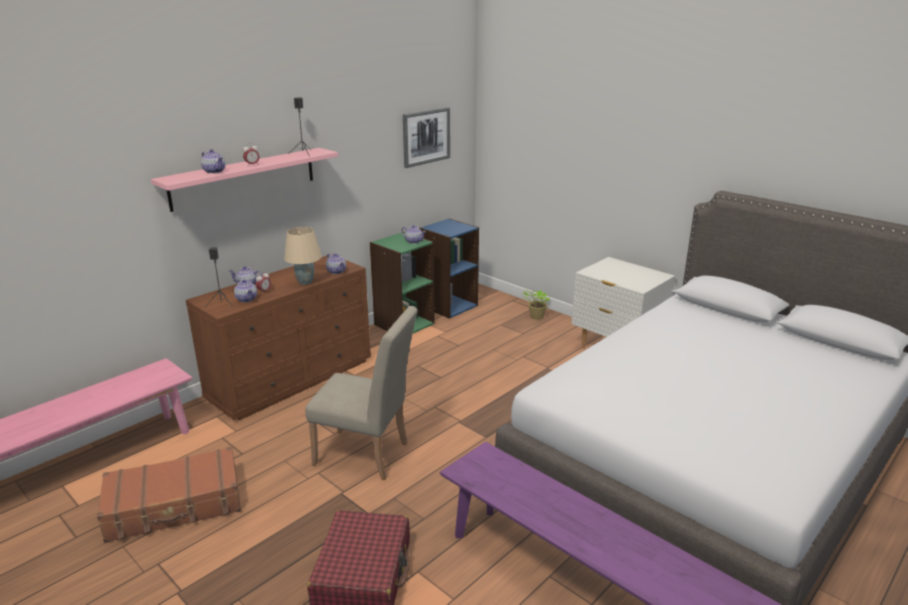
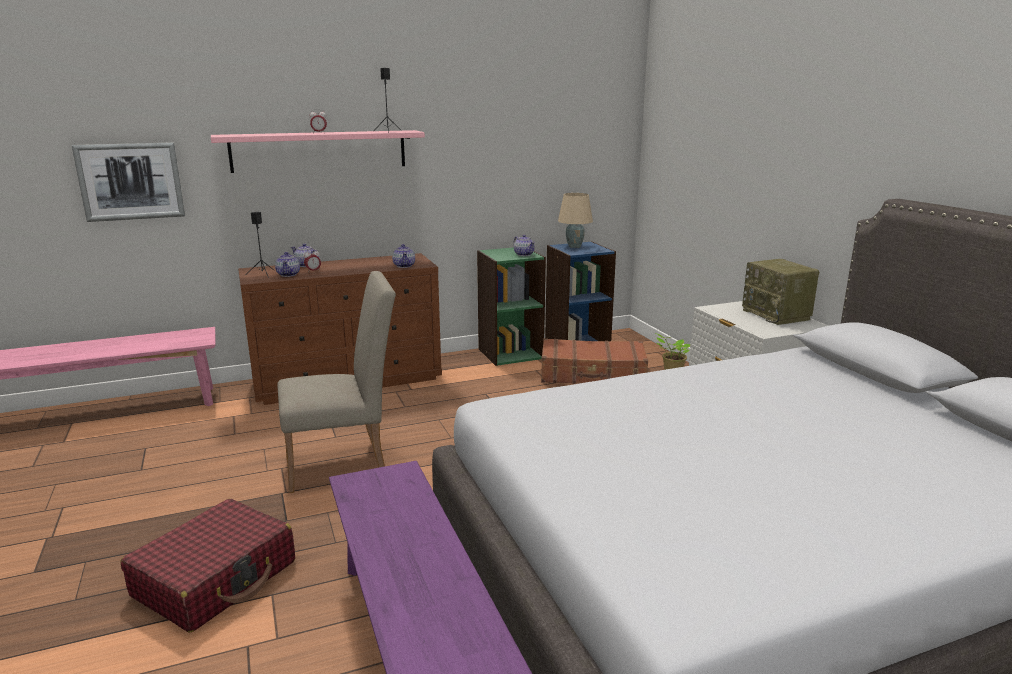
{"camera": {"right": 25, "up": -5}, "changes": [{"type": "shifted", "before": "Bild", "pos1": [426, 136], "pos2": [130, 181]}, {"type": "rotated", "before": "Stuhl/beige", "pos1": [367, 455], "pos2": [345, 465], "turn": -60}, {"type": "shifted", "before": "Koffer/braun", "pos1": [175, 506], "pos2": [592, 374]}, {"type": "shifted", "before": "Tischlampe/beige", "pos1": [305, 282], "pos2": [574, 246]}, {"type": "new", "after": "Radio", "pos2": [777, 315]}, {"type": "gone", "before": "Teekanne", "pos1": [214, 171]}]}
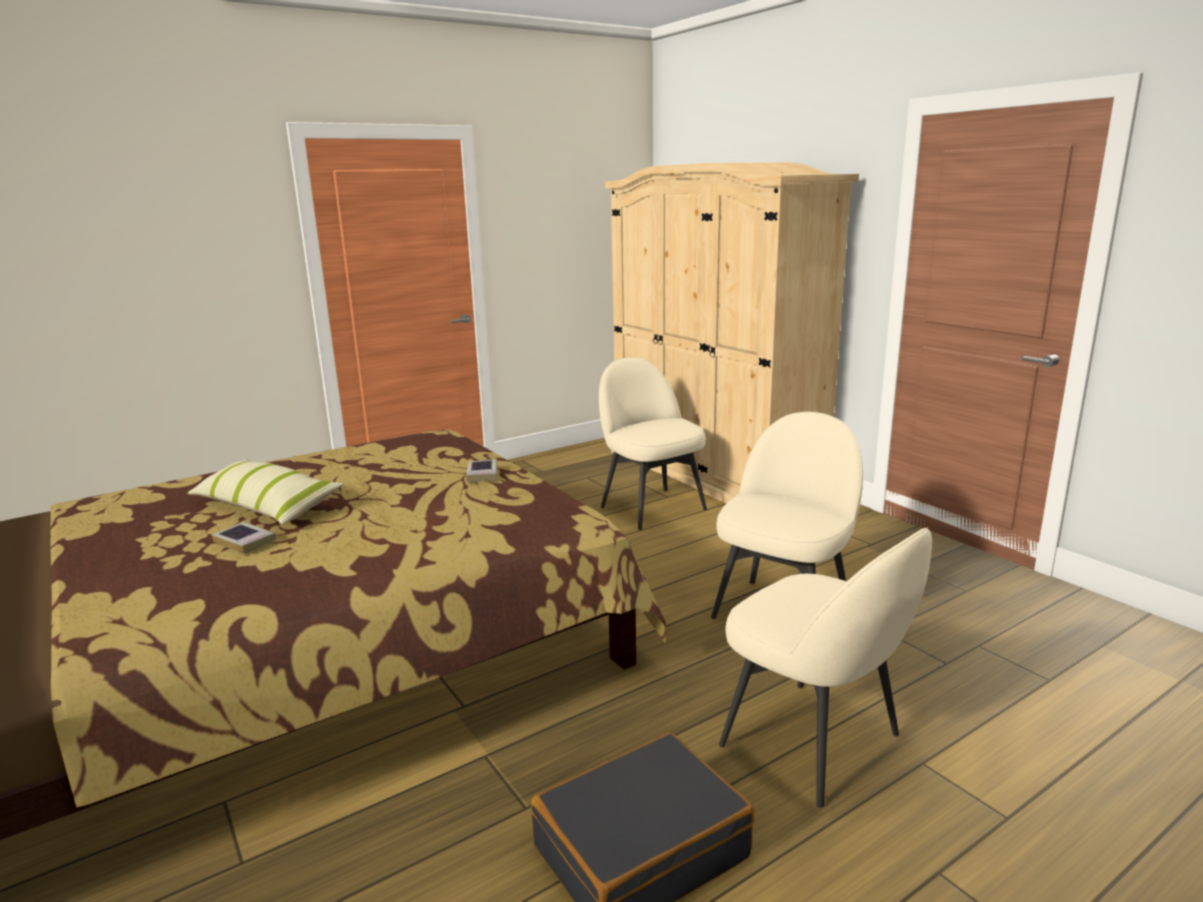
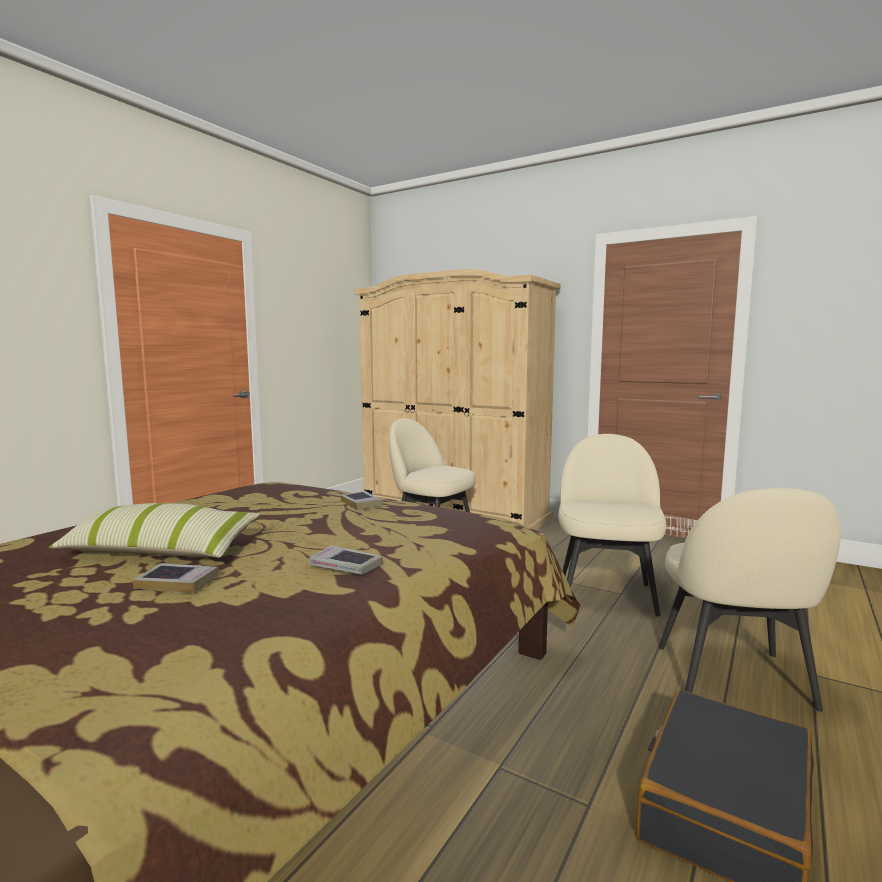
{"camera": {"right": -25, "up": -10}, "changes": [{"type": "new", "after": "Buch", "pos2": [346, 566]}, {"type": "rotated", "before": "Stuhl/beige", "pos1": [814, 742], "pos2": [734, 679], "turn": 75}]}
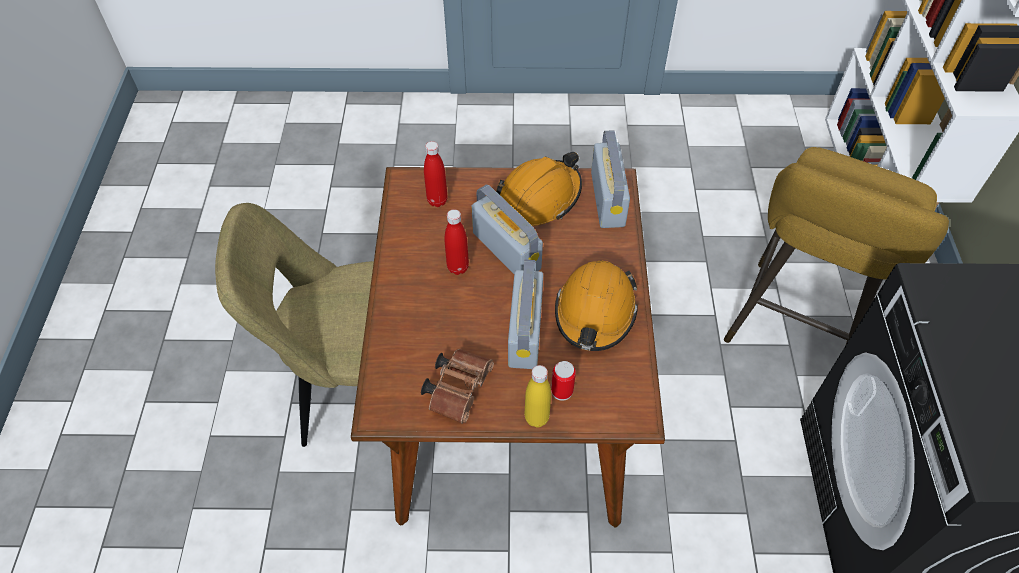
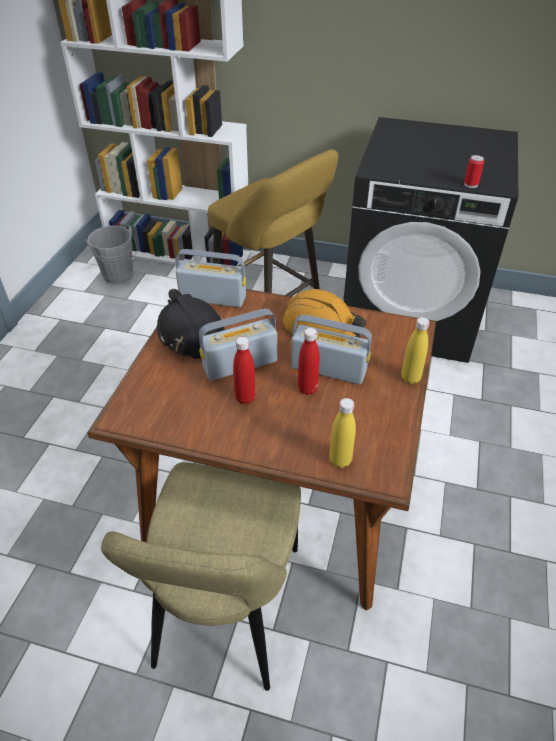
{"camera": {"right": -75, "up": -10}, "changes": [{"type": "new", "after": "Eimer/grau", "pos2": [119, 277]}, {"type": "repainted", "before": "Schutzhelm/orange", "after": "Schutzhelm/schwarz", "pos1": [539, 198], "pos2": [191, 333]}, {"type": "shifted", "before": "Flasche/rot", "pos1": [437, 200], "pos2": [307, 389]}, {"type": "new", "after": "Flasche/gelb", "pos2": [340, 460]}, {"type": "shifted", "before": "Dose", "pos1": [562, 391], "pos2": [471, 184]}, {"type": "gone", "before": "Fernglas/braun", "pos1": [459, 388]}]}
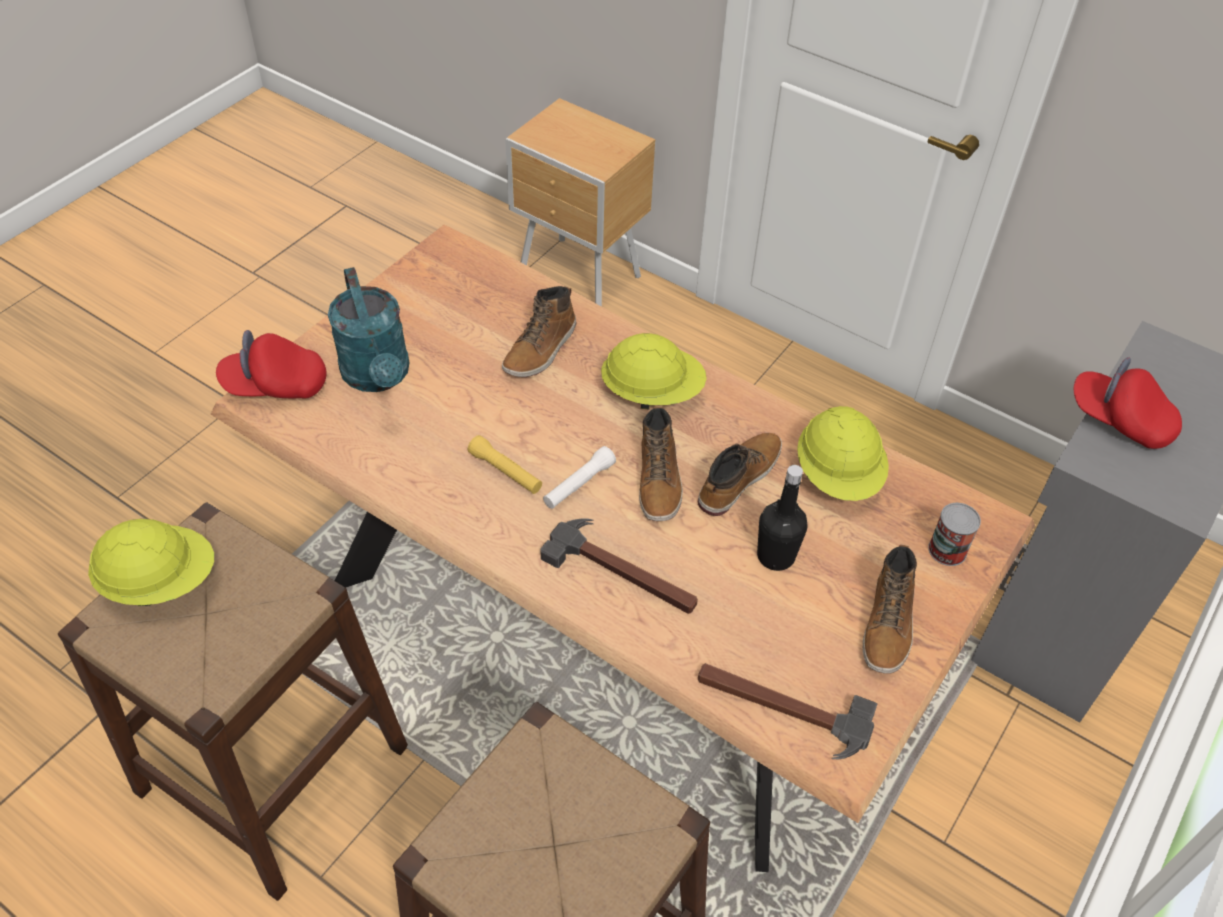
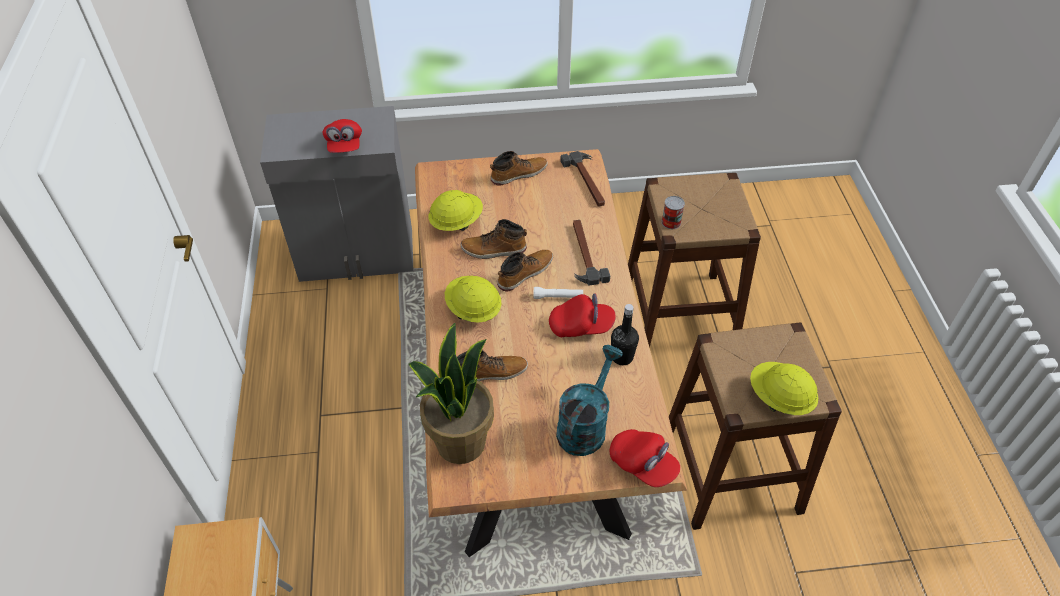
{"camera": {"right": -130, "up": 0}, "changes": [{"type": "new", "after": "Topfpflanze", "pos2": [460, 442]}, {"type": "swapped", "before": "Taschenlampe/gelb", "after": "Kappe/rot", "pos1": [505, 472], "pos2": [581, 326]}, {"type": "shifted", "before": "Flasche/schwarz", "pos1": [775, 556], "pos2": [622, 357]}, {"type": "shifted", "before": "Dose", "pos1": [947, 550], "pos2": [671, 222]}]}
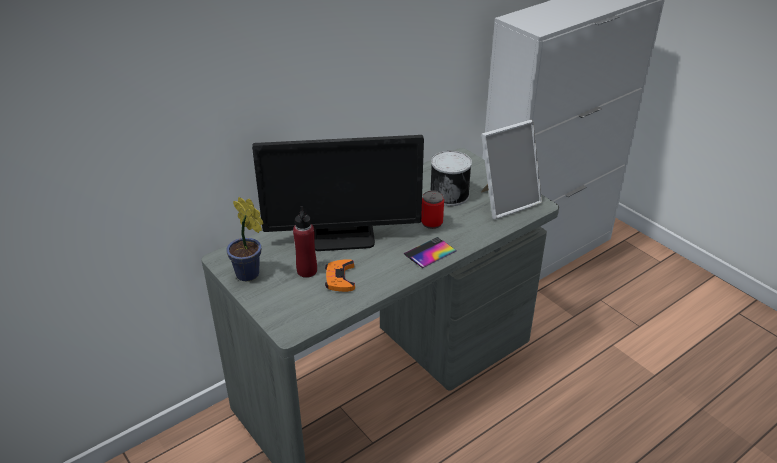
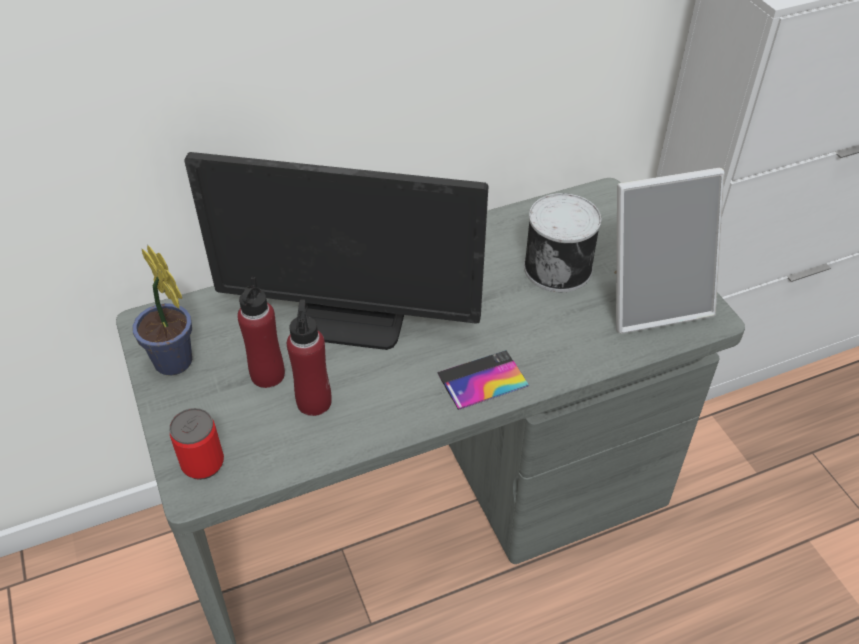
{"camera": {"right": 15, "up": 10}, "changes": [{"type": "shifted", "before": "Dose", "pos1": [432, 223], "pos2": [203, 463]}, {"type": "swapped", "before": "Gamepad/orange", "after": "Flasche/rot", "pos1": [340, 279], "pos2": [314, 401]}]}
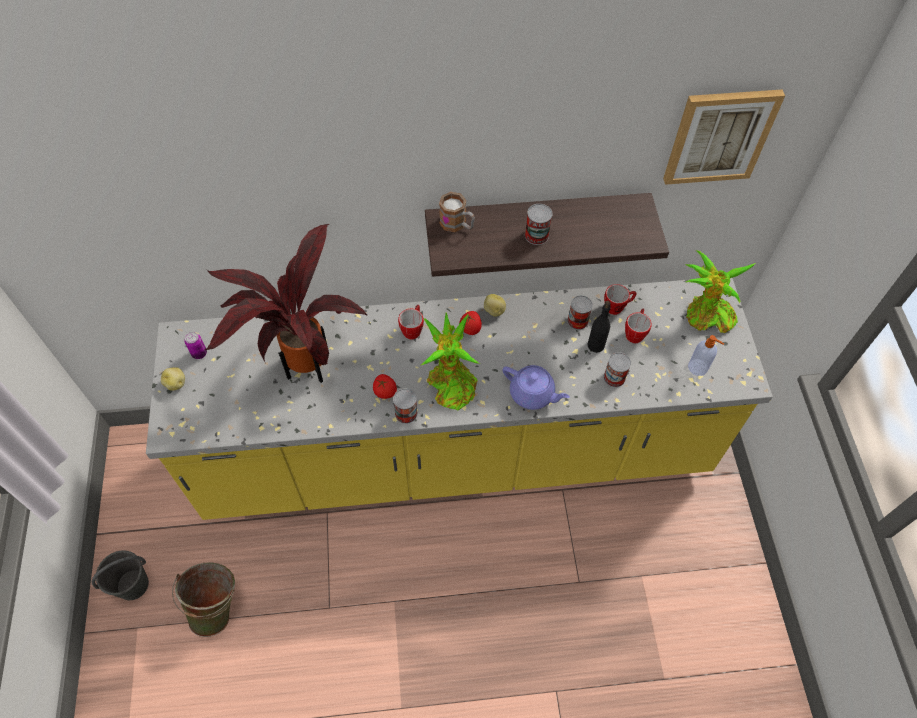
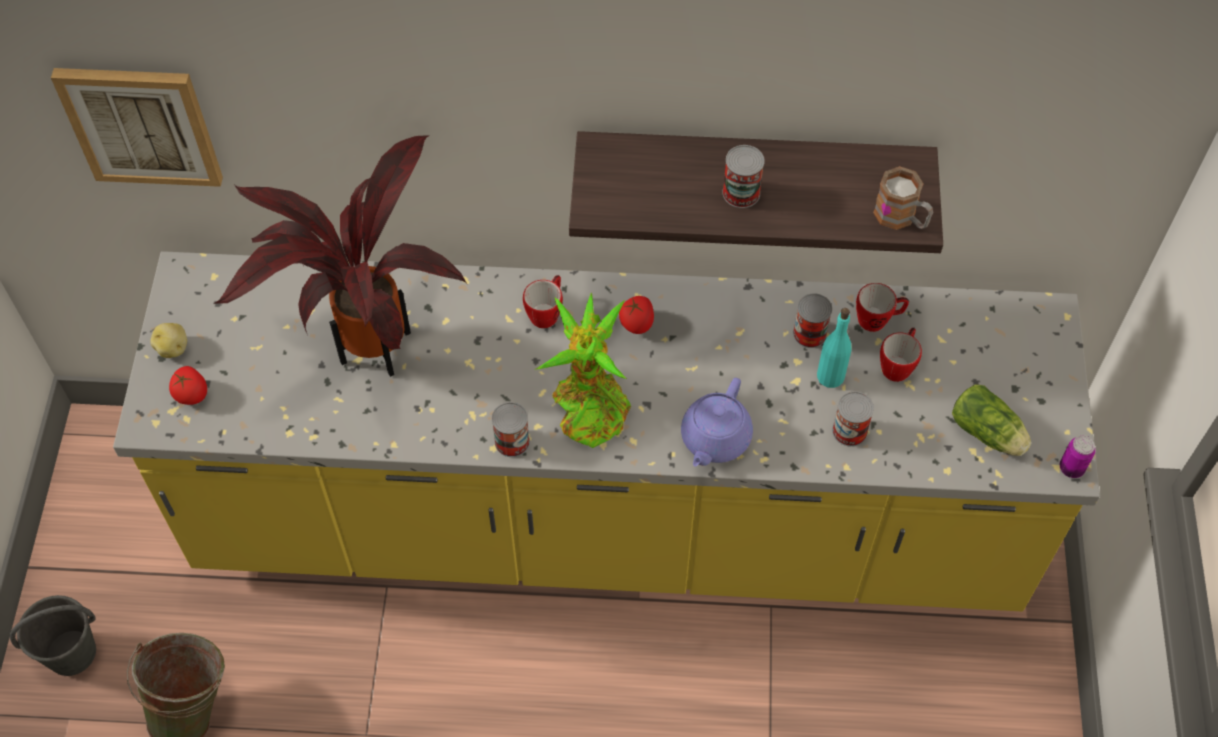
{"camera": {"right": 10, "up": 0}, "changes": [{"type": "shifted", "before": "Bild", "pos1": [719, 136], "pos2": [141, 124]}, {"type": "shifted", "before": "Tomate", "pos1": [385, 391], "pos2": [191, 394]}, {"type": "rotated", "before": "Teekanne/lila", "pos1": [533, 394], "pos2": [714, 439], "turn": 75}, {"type": "repainted", "before": "Flasche/schwarz", "after": "Flasche/türkis", "pos1": [595, 345], "pos2": [830, 376]}, {"type": "shifted", "before": "Henkelbecher", "pos1": [457, 224], "pos2": [901, 218]}, {"type": "swapped", "before": "Seifenspender", "after": "Salatkopf", "pos1": [698, 368], "pos2": [989, 434]}, {"type": "shifted", "before": "Dose", "pos1": [199, 353], "pos2": [1071, 468]}, {"type": "gone", "before": "Kartoffel", "pos1": [494, 311]}, {"type": "gone", "before": "Topfpflanze", "pos1": [706, 317]}]}
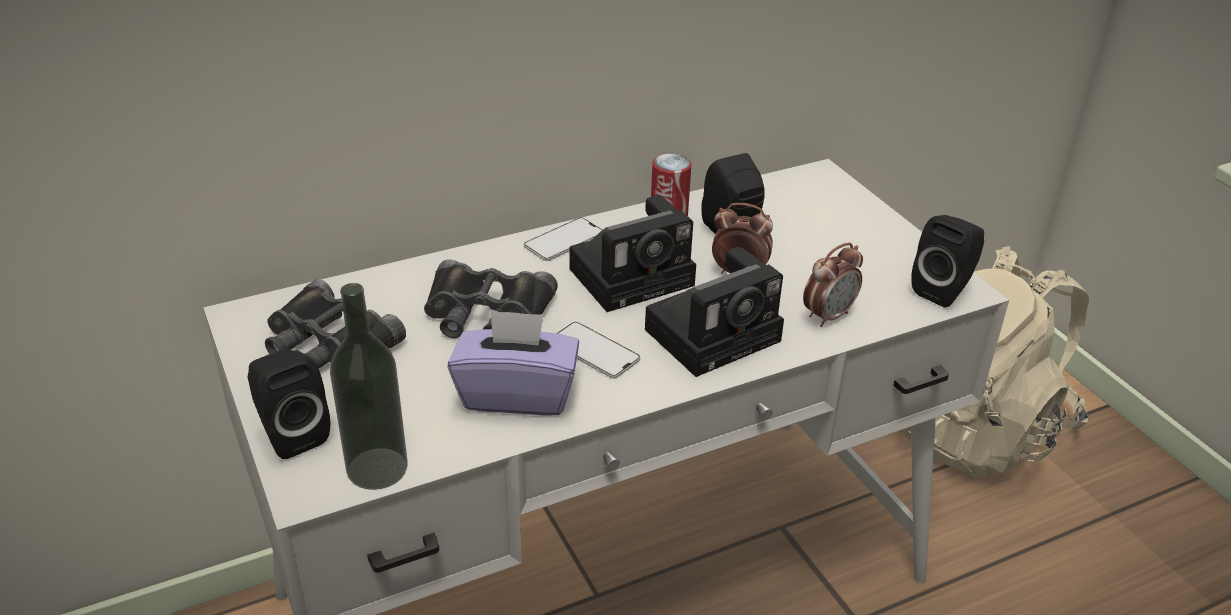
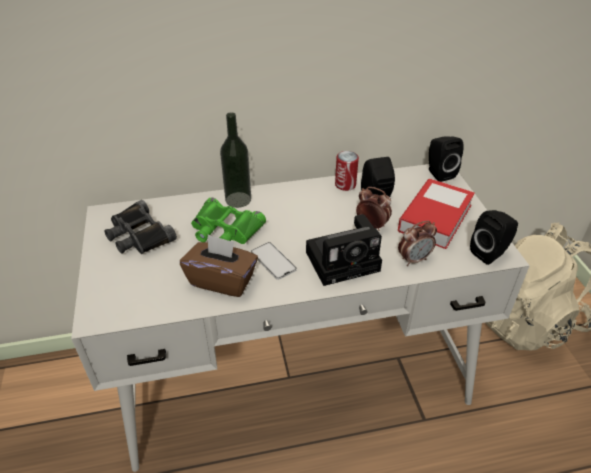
{"camera": {"right": 15, "up": 5}, "changes": [{"type": "repainted", "before": "Taschentuchbox/lila", "after": "Taschentuchbox/braun", "pos1": [517, 394], "pos2": [222, 280]}, {"type": "repainted", "before": "Fernglas/schwarz", "after": "Fernglas/grün", "pos1": [486, 313], "pos2": [225, 230]}, {"type": "shifted", "before": "Flasche", "pos1": [377, 468], "pos2": [238, 199]}, {"type": "new", "after": "Buch", "pos2": [435, 218]}, {"type": "shifted", "before": "Lautsprecher/schwarz", "pos1": [291, 434], "pos2": [438, 173]}, {"type": "gone", "before": "Handy", "pos1": [564, 240]}, {"type": "gone", "before": "Kamera", "pos1": [635, 275]}]}
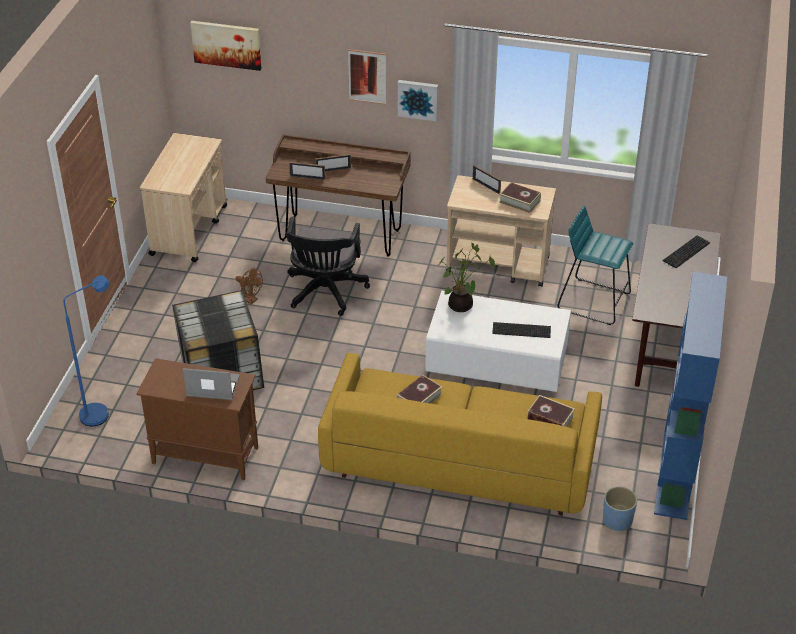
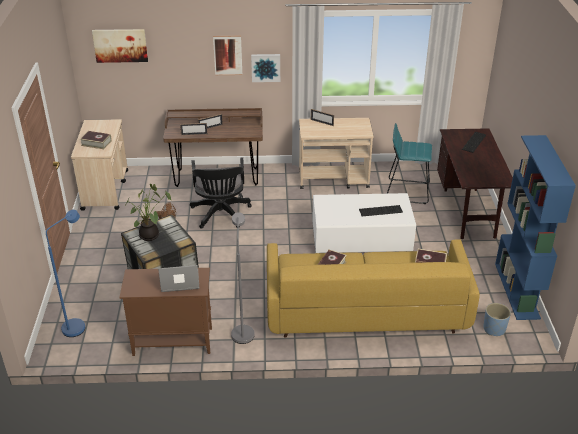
{"camera": {"right": -15, "up": -5}, "changes": [{"type": "shifted", "before": "Buch", "pos1": [519, 201], "pos2": [96, 143]}, {"type": "shifted", "before": "Topfpflanze", "pos1": [461, 306], "pos2": [150, 236]}, {"type": "new", "after": "Stehlampe/grau", "pos2": [242, 330]}]}
